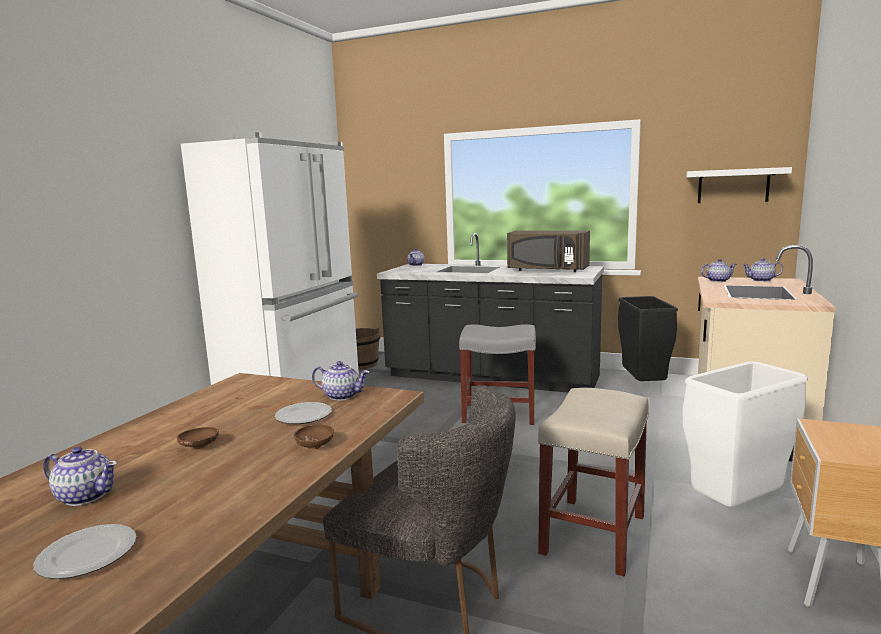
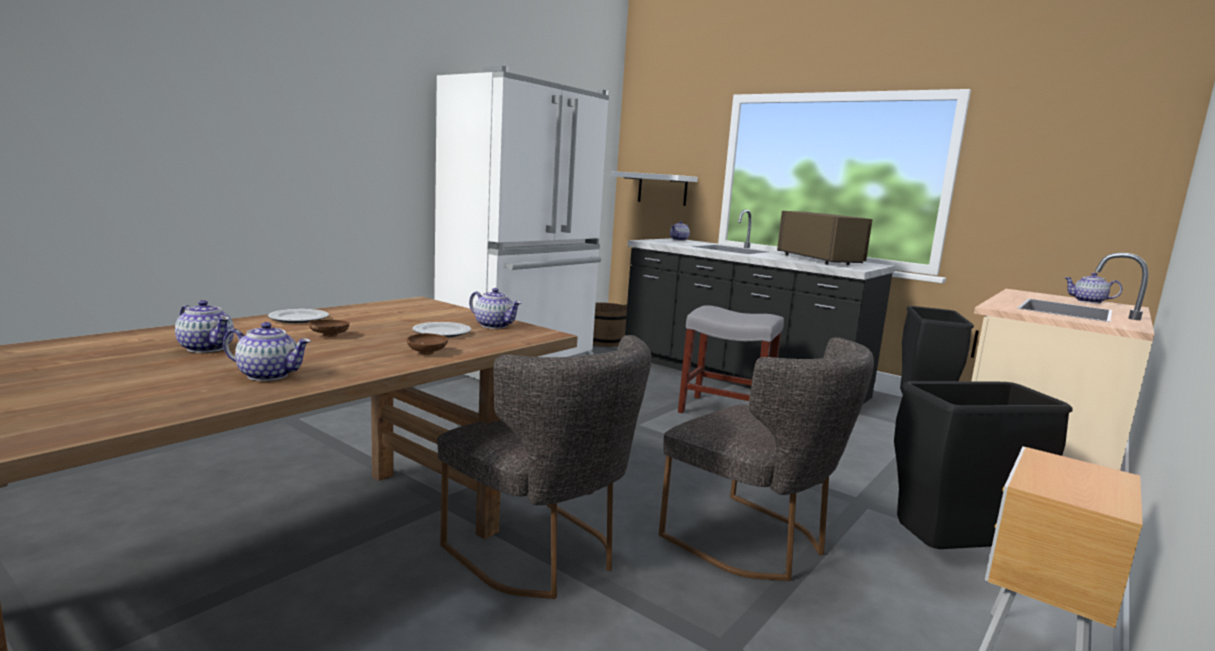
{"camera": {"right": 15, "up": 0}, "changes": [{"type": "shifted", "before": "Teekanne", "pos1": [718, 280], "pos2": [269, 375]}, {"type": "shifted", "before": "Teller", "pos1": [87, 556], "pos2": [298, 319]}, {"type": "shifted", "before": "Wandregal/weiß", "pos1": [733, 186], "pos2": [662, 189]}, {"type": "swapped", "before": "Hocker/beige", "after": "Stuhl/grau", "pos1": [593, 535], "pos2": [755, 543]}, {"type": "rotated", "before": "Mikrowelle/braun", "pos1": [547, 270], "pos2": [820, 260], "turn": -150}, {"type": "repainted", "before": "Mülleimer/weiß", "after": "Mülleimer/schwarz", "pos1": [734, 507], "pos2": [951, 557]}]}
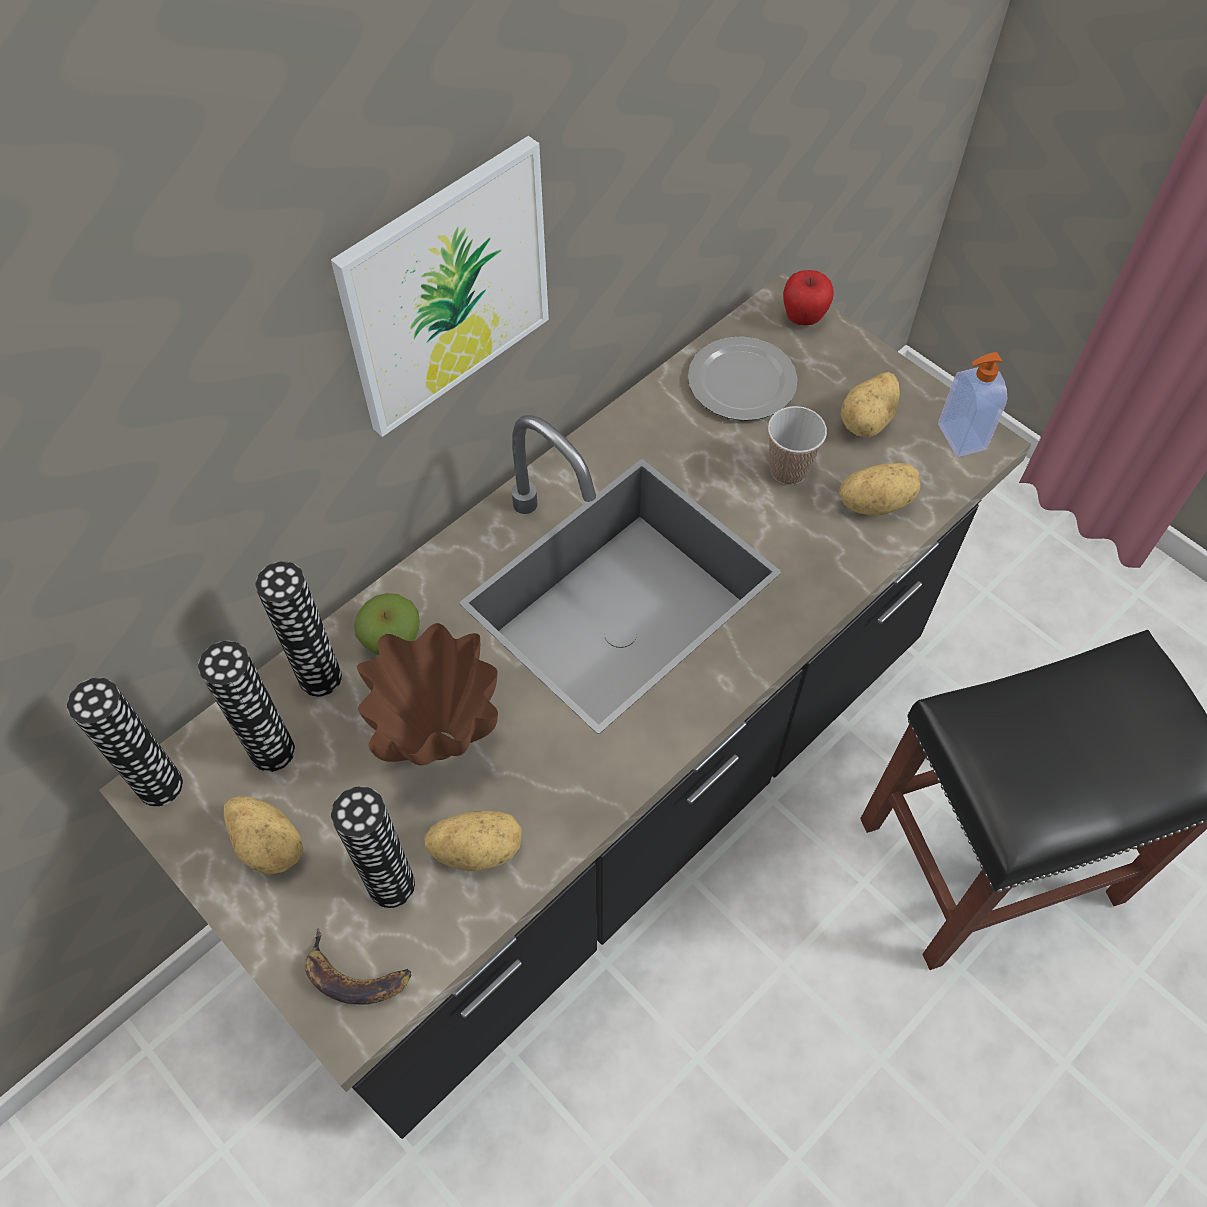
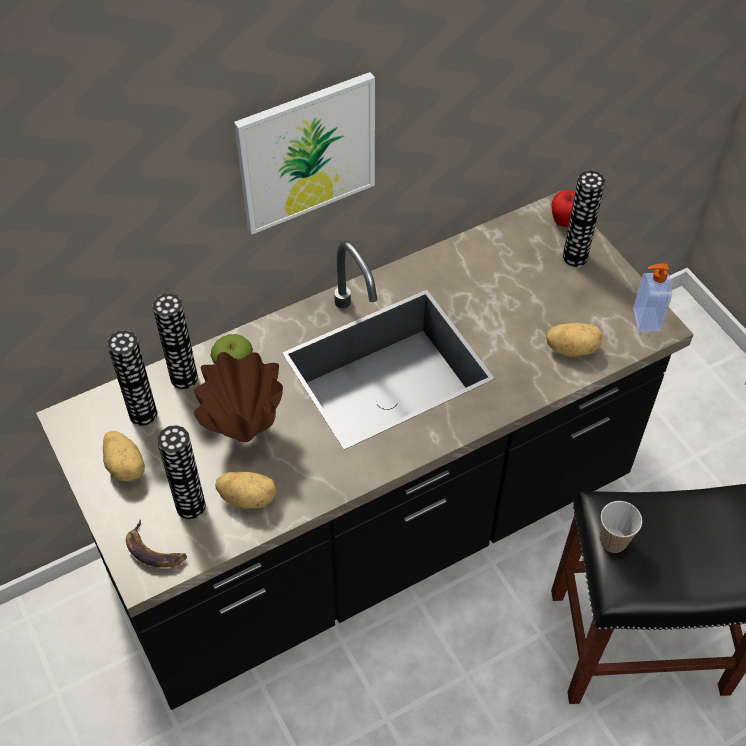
{"camera": {"right": 15, "up": -5}, "changes": [{"type": "shifted", "before": "Vase", "pos1": [160, 785], "pos2": [575, 257]}, {"type": "shifted", "before": "Tasse", "pos1": [788, 470], "pos2": [613, 541]}, {"type": "gone", "before": "Teller", "pos1": [740, 383]}, {"type": "gone", "before": "Kartoffel", "pos1": [868, 421]}]}
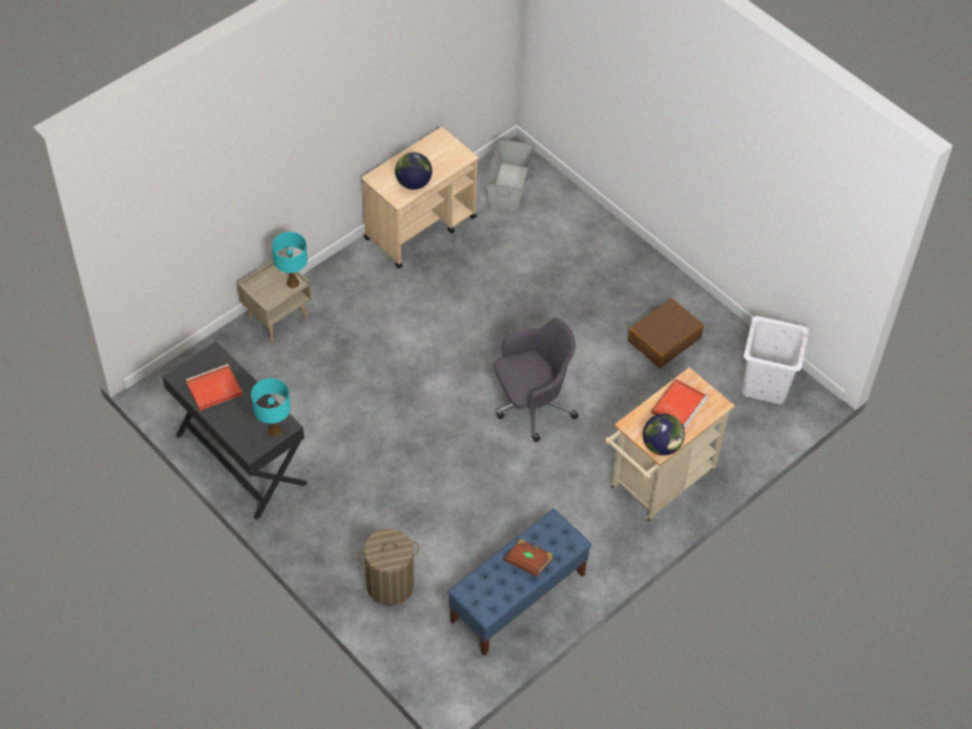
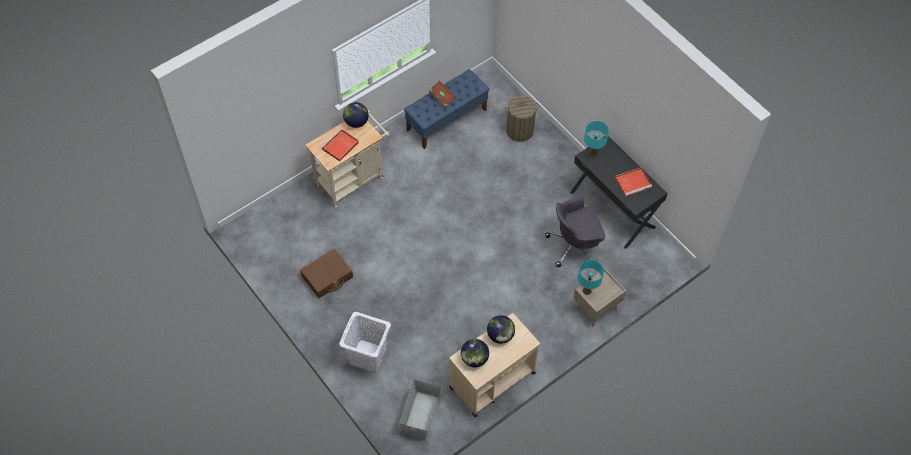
{"camera": {"right": -175, "up": 5}, "changes": [{"type": "shifted", "before": "Wäschekorb/weiß", "pos1": [766, 385], "pos2": [367, 355]}, {"type": "new", "after": "Globus", "pos2": [474, 359]}, {"type": "shifted", "before": "Bürostuhl/grau", "pos1": [531, 405], "pos2": [574, 245]}]}
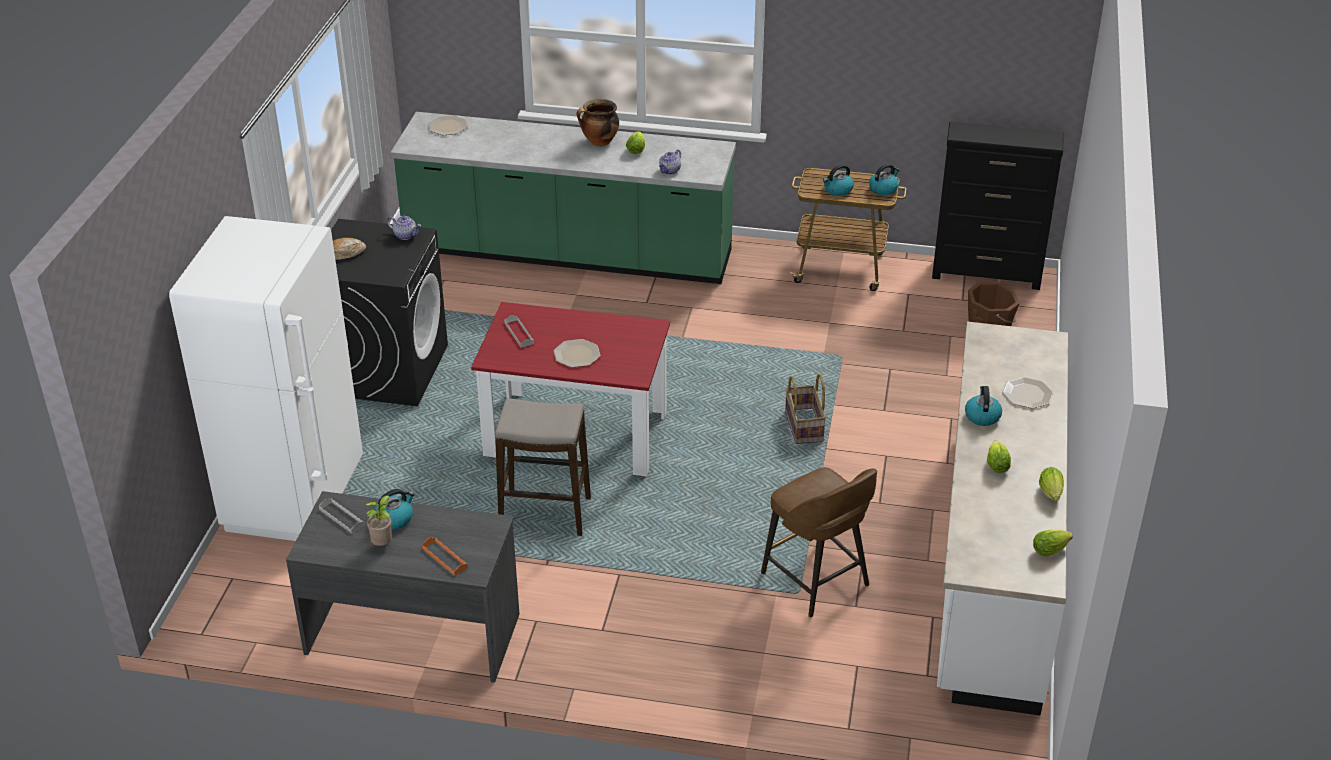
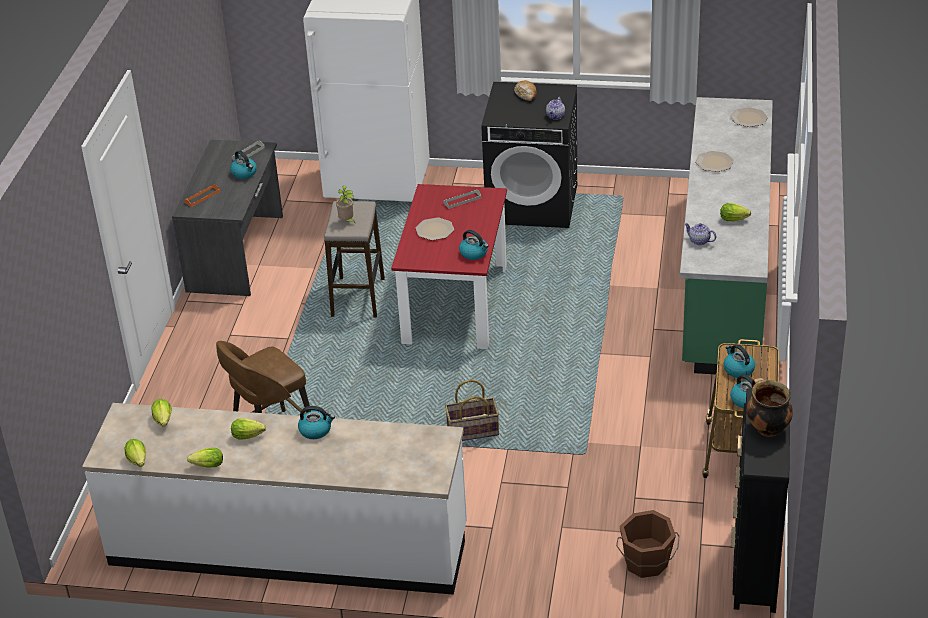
{"camera": {"right": 90, "up": 0}, "changes": [{"type": "new", "after": "Salatkopf", "pos2": [163, 421]}, {"type": "shifted", "before": "Topfpflanze", "pos1": [383, 544], "pos2": [347, 221]}, {"type": "new", "after": "Wasserkessel", "pos2": [474, 253]}, {"type": "shifted", "before": "Teller", "pos1": [1028, 394], "pos2": [714, 162]}, {"type": "shifted", "before": "Kochtopf", "pos1": [599, 142], "pos2": [767, 428]}]}
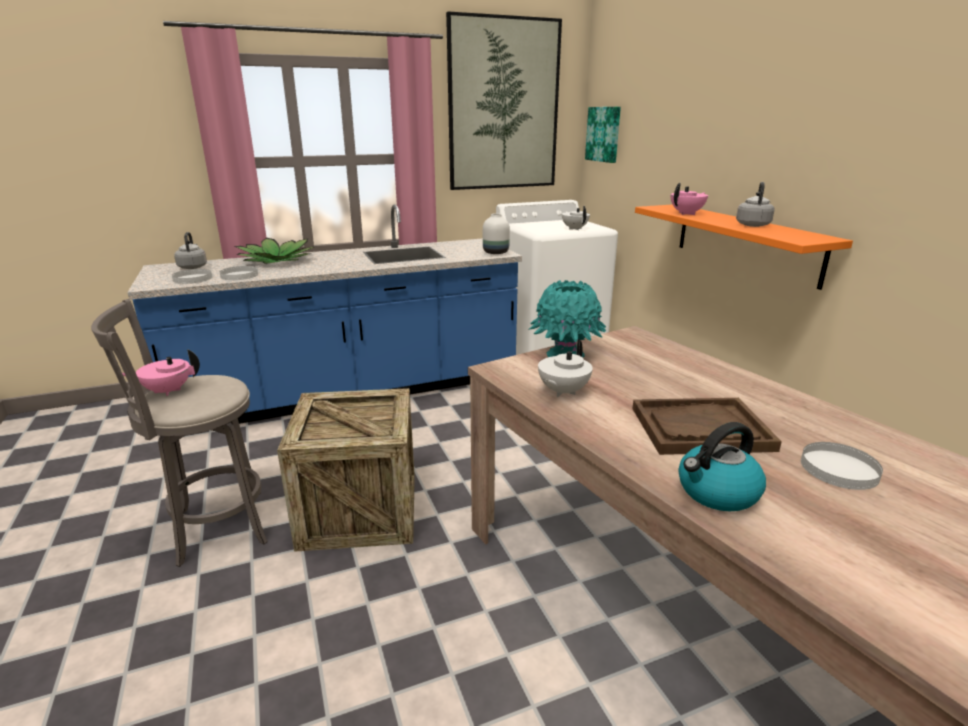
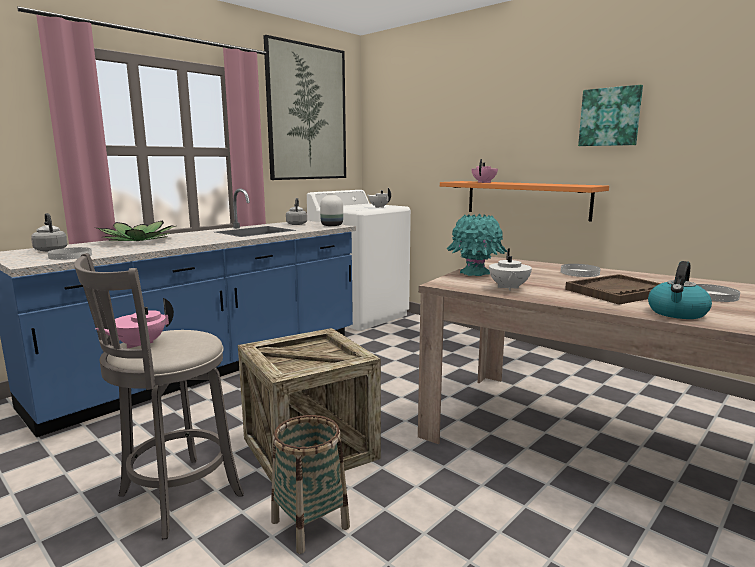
{"camera": {"right": -25, "up": -10}, "changes": [{"type": "new", "after": "Korb", "pos2": [310, 524]}, {"type": "shifted", "before": "Wasserkessel/grau", "pos1": [753, 224], "pos2": [297, 224]}, {"type": "shifted", "before": "Teller/weiß", "pos1": [239, 275], "pos2": [580, 273]}, {"type": "shifted", "before": "Bild", "pos1": [604, 134], "pos2": [610, 117]}]}
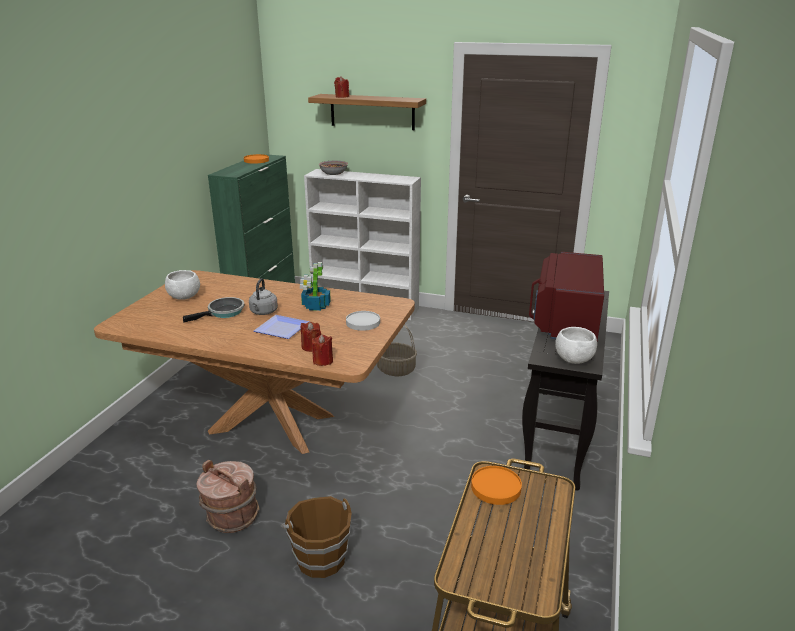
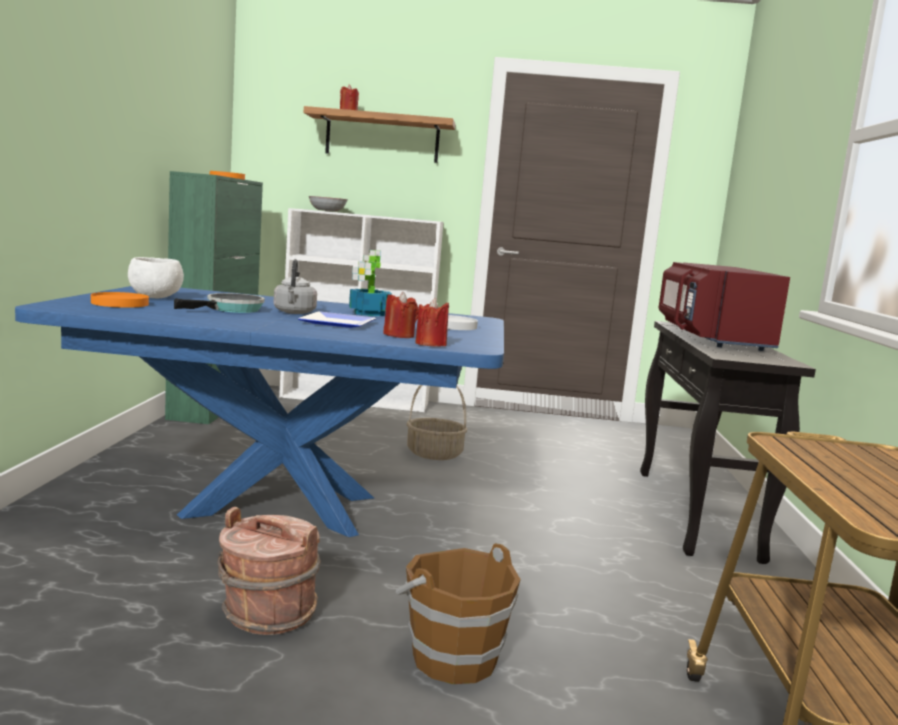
{"camera": {"right": -15, "up": -15}, "changes": [{"type": "repainted", "before": "Esstisch/braun", "after": "Esstisch/blau", "pos1": [272, 424], "pos2": [282, 506]}, {"type": "shifted", "before": "Teller/orange", "pos1": [495, 487], "pos2": [119, 303]}, {"type": "gone", "before": "Schüssel/weiß", "pos1": [574, 360]}]}
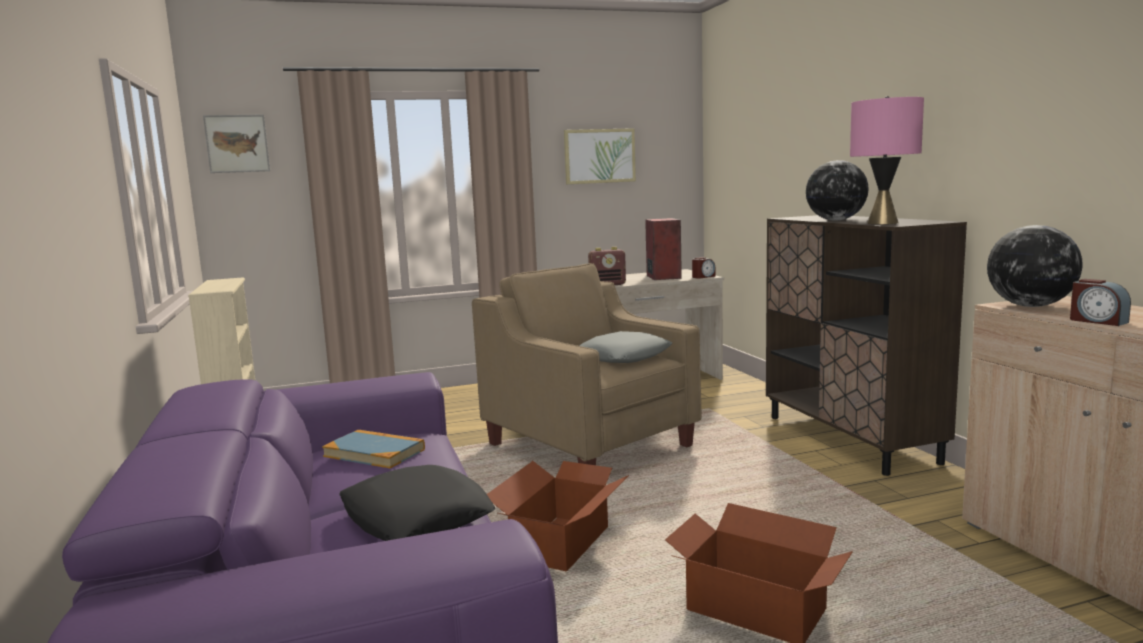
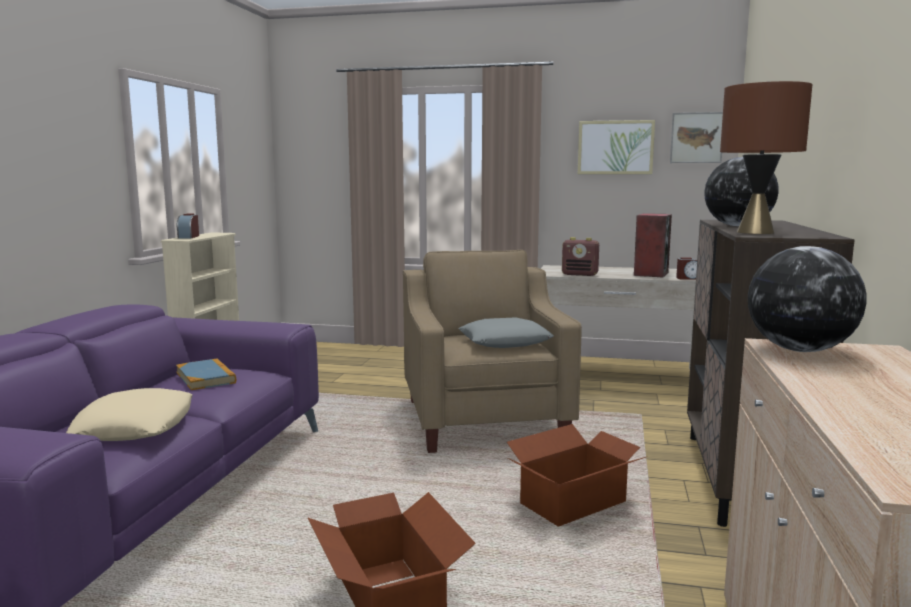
{"camera": {"right": 30, "up": 0}, "changes": [{"type": "repainted", "before": "Kissen/schwarz", "after": "Kissen/beige", "pos1": [415, 517], "pos2": [135, 426]}, {"type": "shifted", "before": "Wecker", "pos1": [1097, 321], "pos2": [188, 237]}, {"type": "shifted", "before": "Karton", "pos1": [562, 543], "pos2": [574, 503]}, {"type": "shifted", "before": "Bild", "pos1": [237, 143], "pos2": [696, 137]}, {"type": "repainted", "before": "Tischlampe/rosa", "after": "Tischlampe/braun", "pos1": [882, 223], "pos2": [755, 232]}]}
